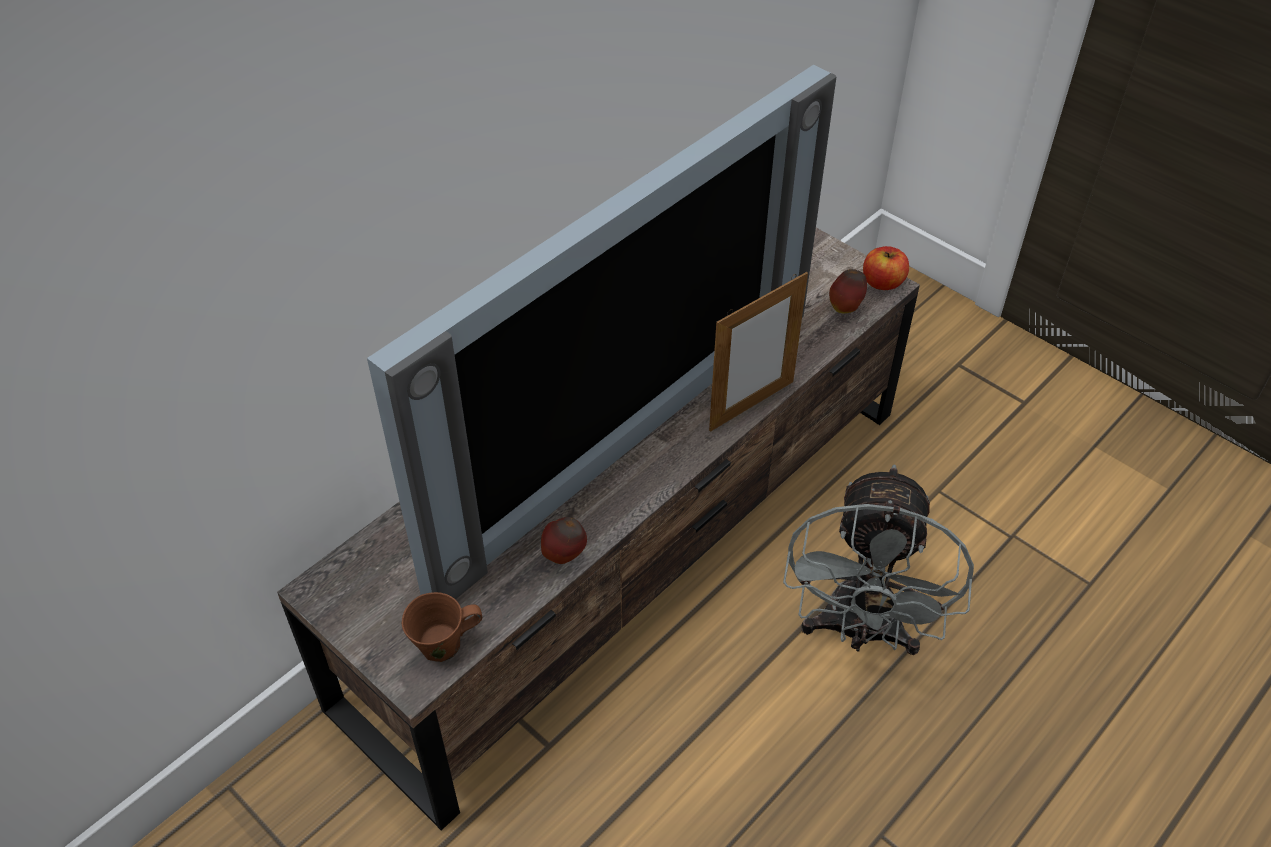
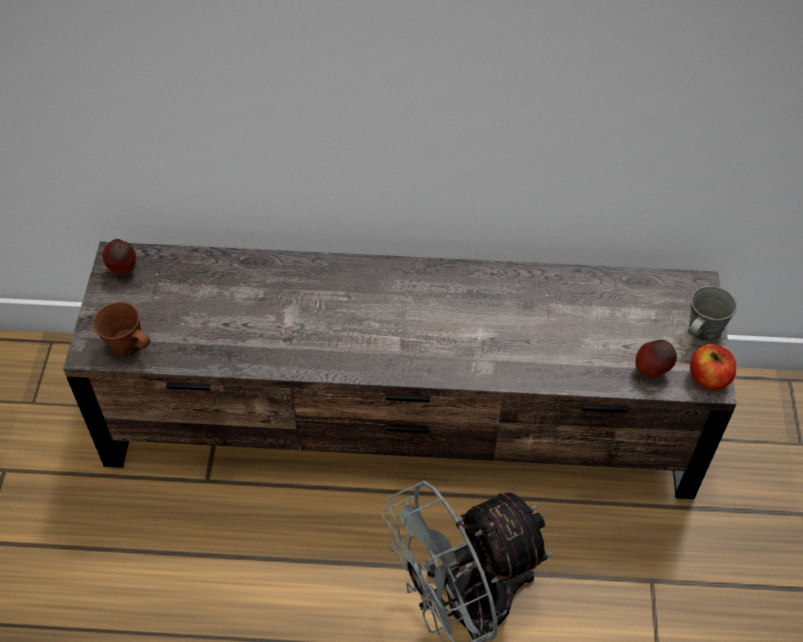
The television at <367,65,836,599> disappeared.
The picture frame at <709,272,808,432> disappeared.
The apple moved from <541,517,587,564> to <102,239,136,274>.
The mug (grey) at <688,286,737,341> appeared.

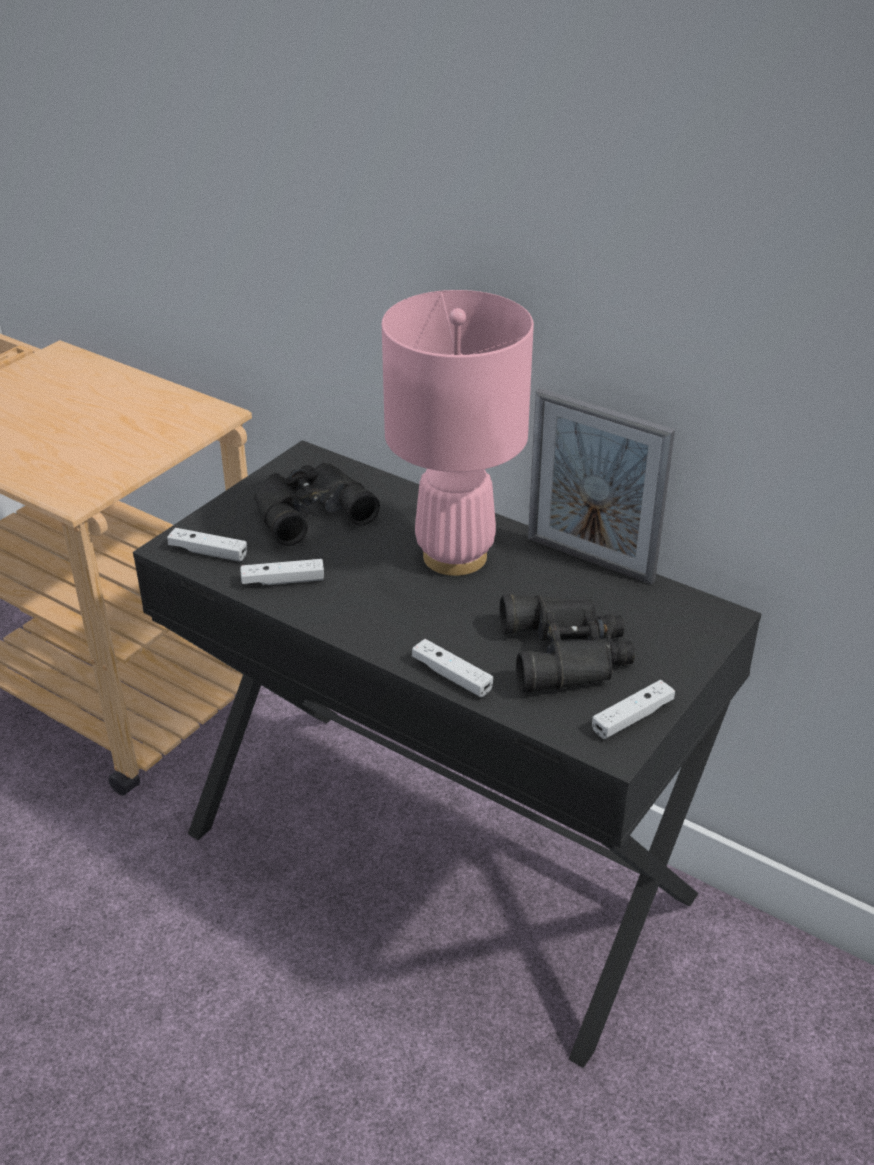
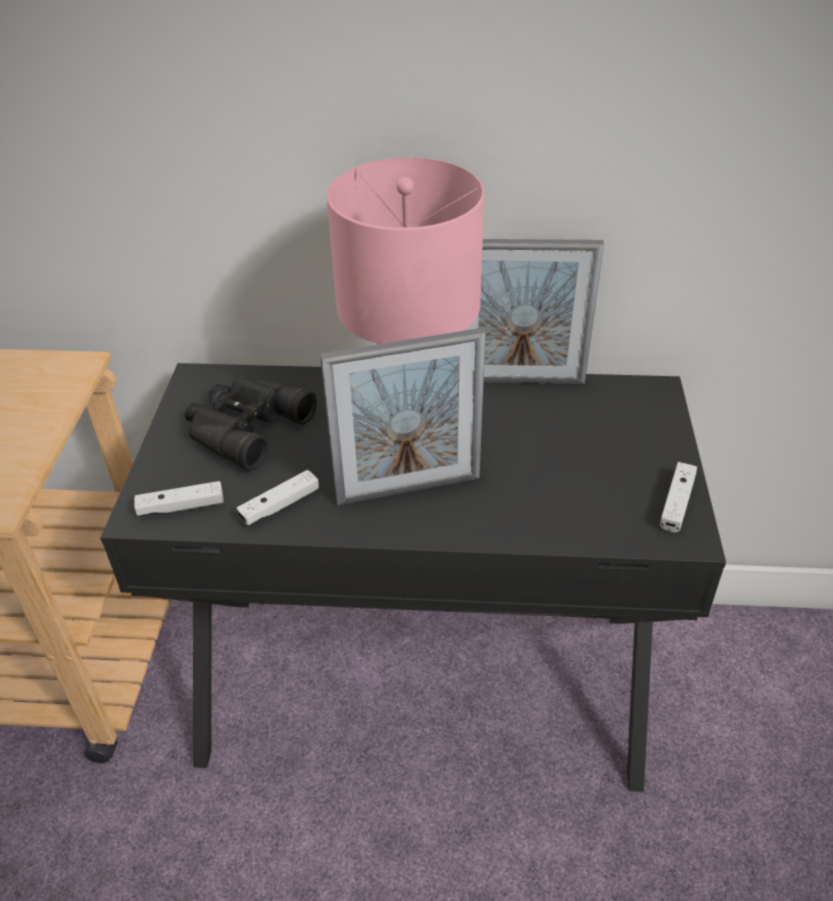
The binoculars (black) at <500,594,635,693> disappeared.
The game controller (white) at <412,639,493,697> disappeared.
The picture frame at <320,328,486,505> appeared.

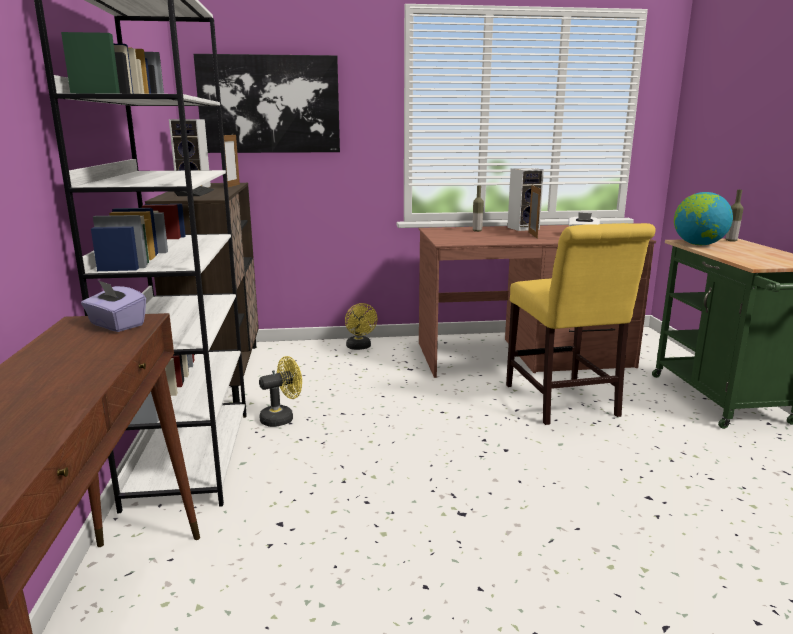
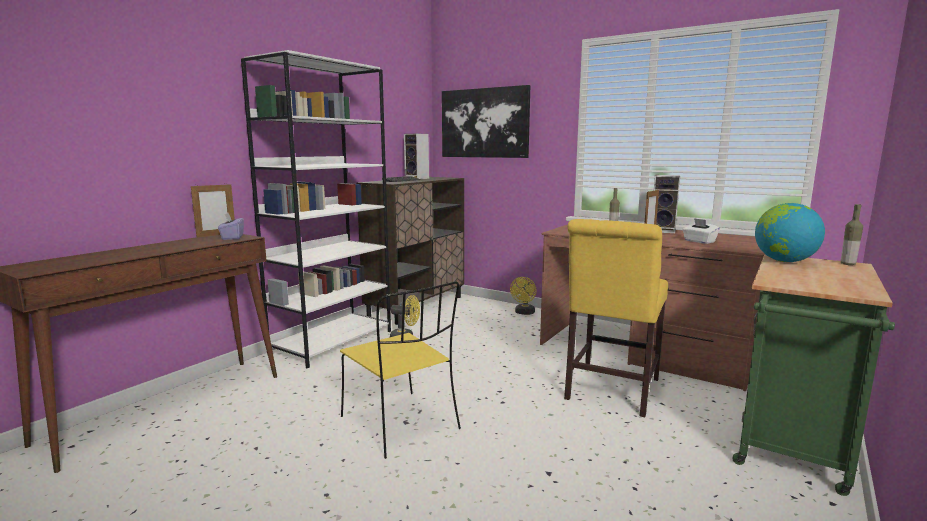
The picture frame moved from <224,133,240,187> to <191,184,235,237>.
The chair (yellow) at <340,281,461,459> appeared.

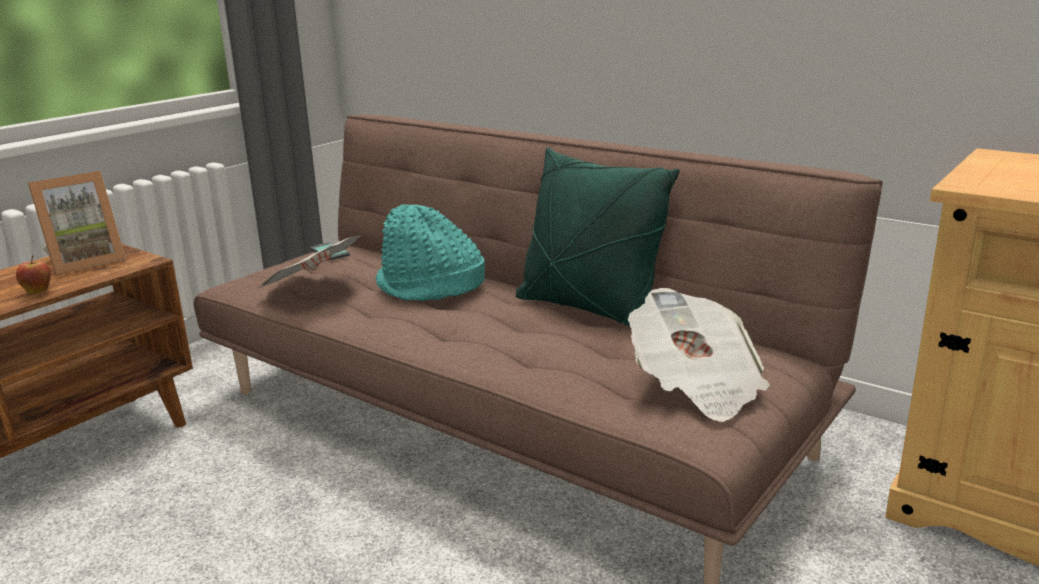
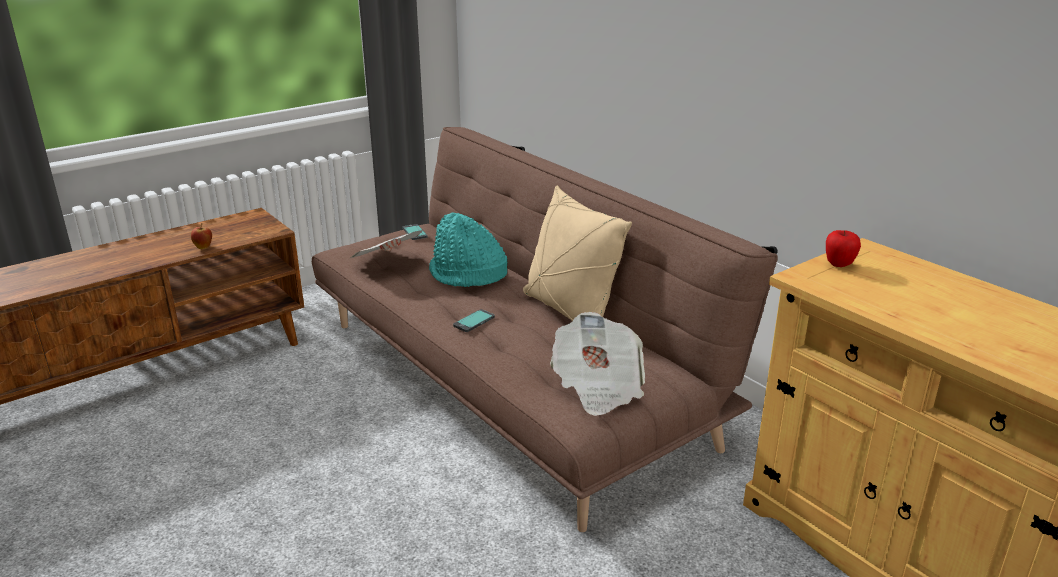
The pillow (green) at <516,147,680,327> became the pillow (beige) at <523,185,632,321>.
The picture frame at <28,171,126,275> disappeared.
The apple at <826,230,861,267> appeared.
The phone at <453,309,495,332> appeared.

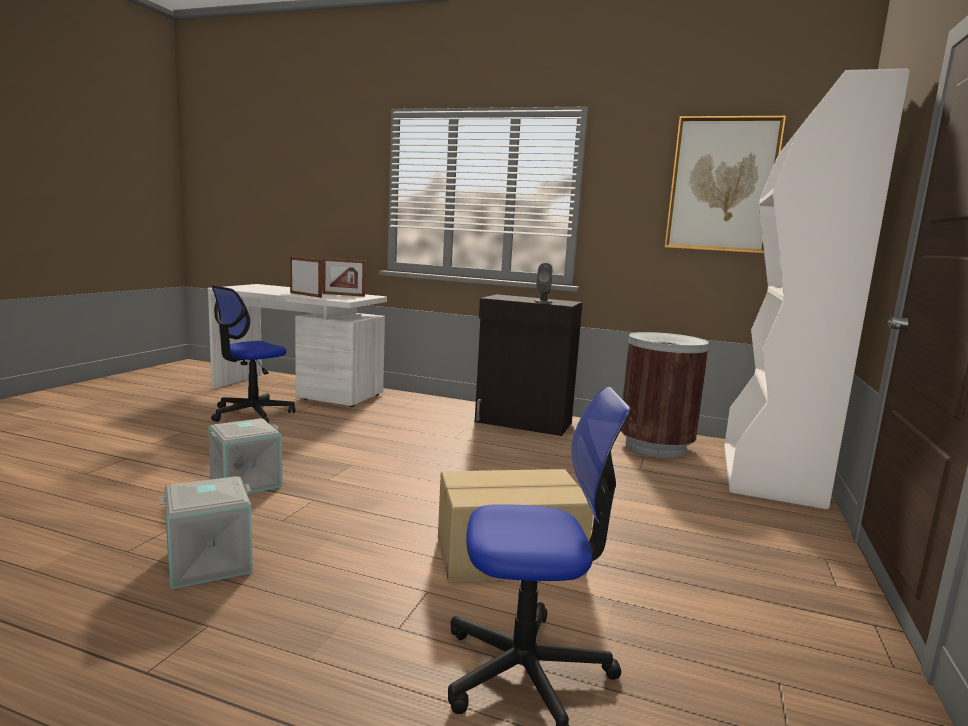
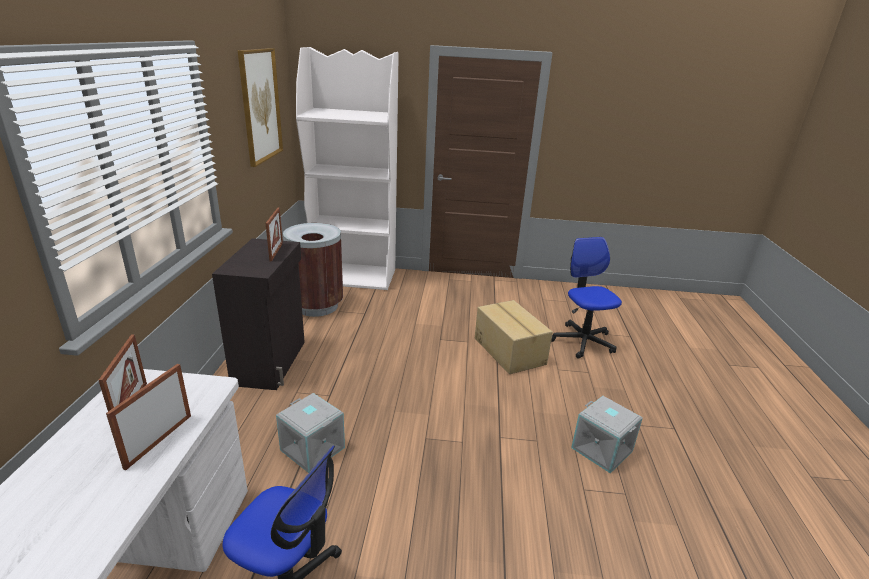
The speaker (grey) at <534,263,553,304> was replaced by the picture frame at <266,207,283,261>.
The storage box (grey) moved from <208,418,282,494> to <276,393,345,473>.

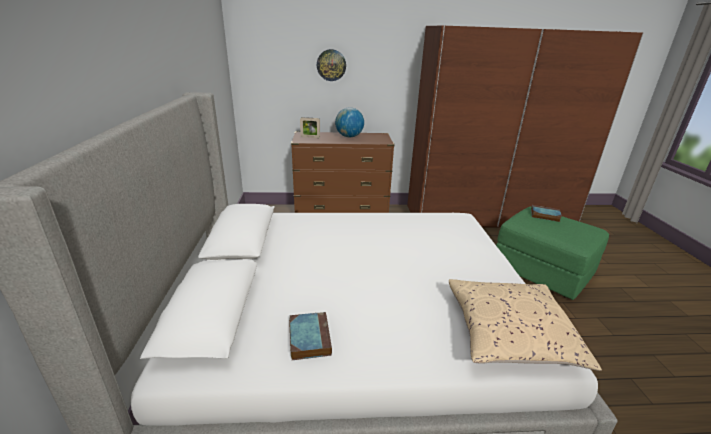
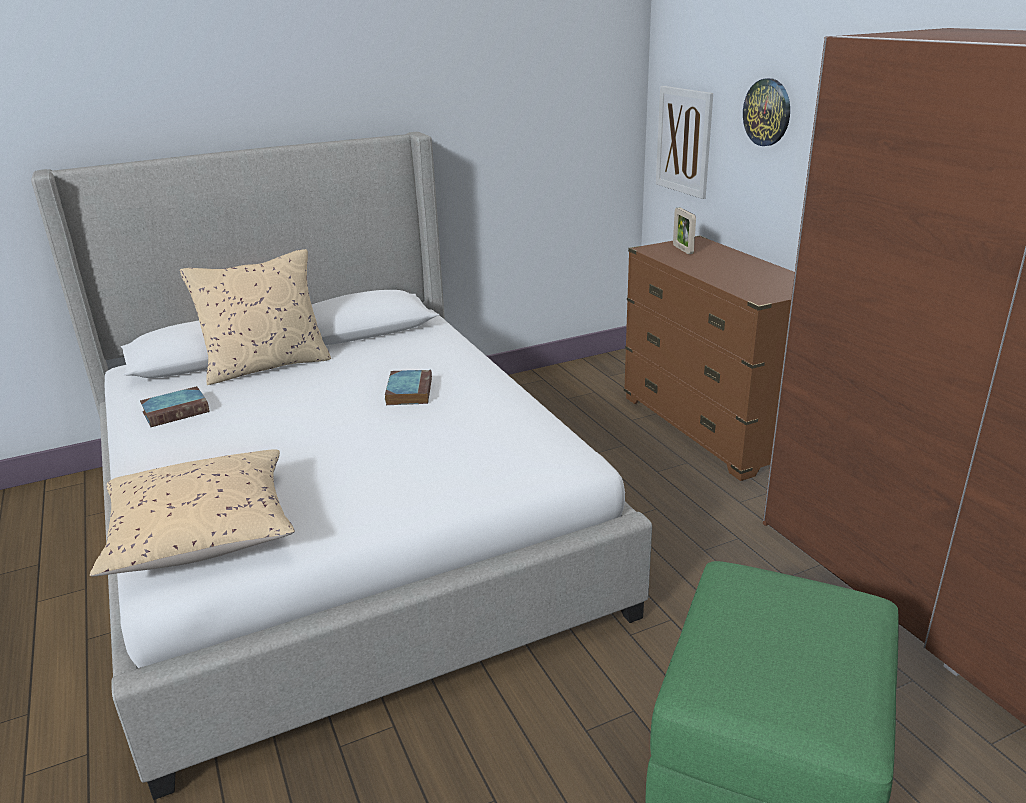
The globe at <335,108,364,137> disappeared.
The book moved from <531,205,562,222> to <385,370,432,405>.
The picture at <656,86,713,199> appeared.
The pillow (beige) at <180,249,331,385> appeared.

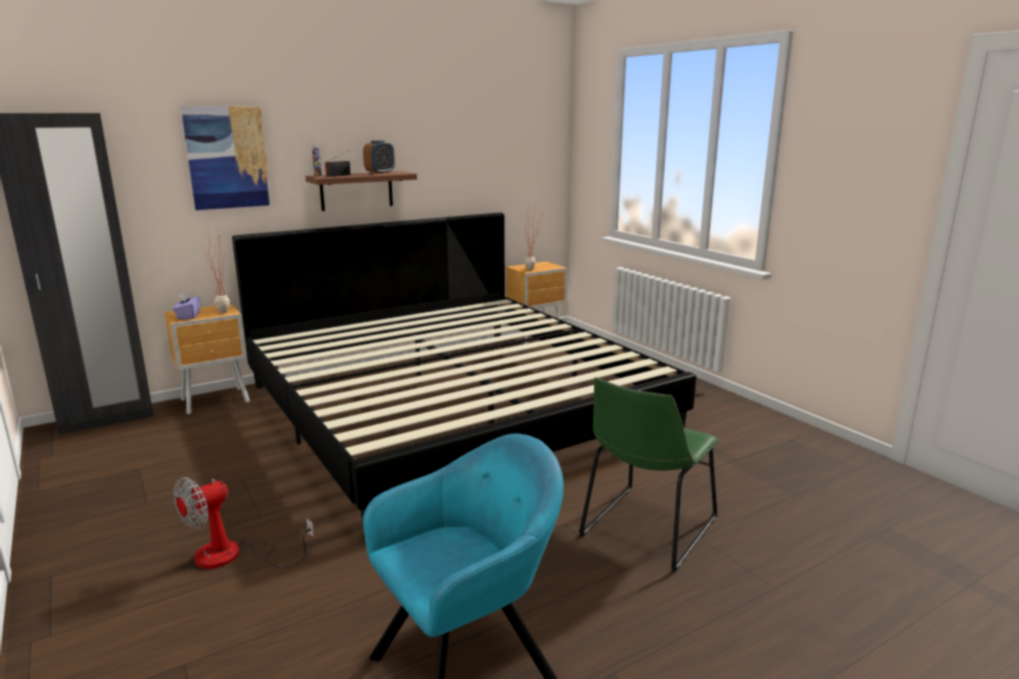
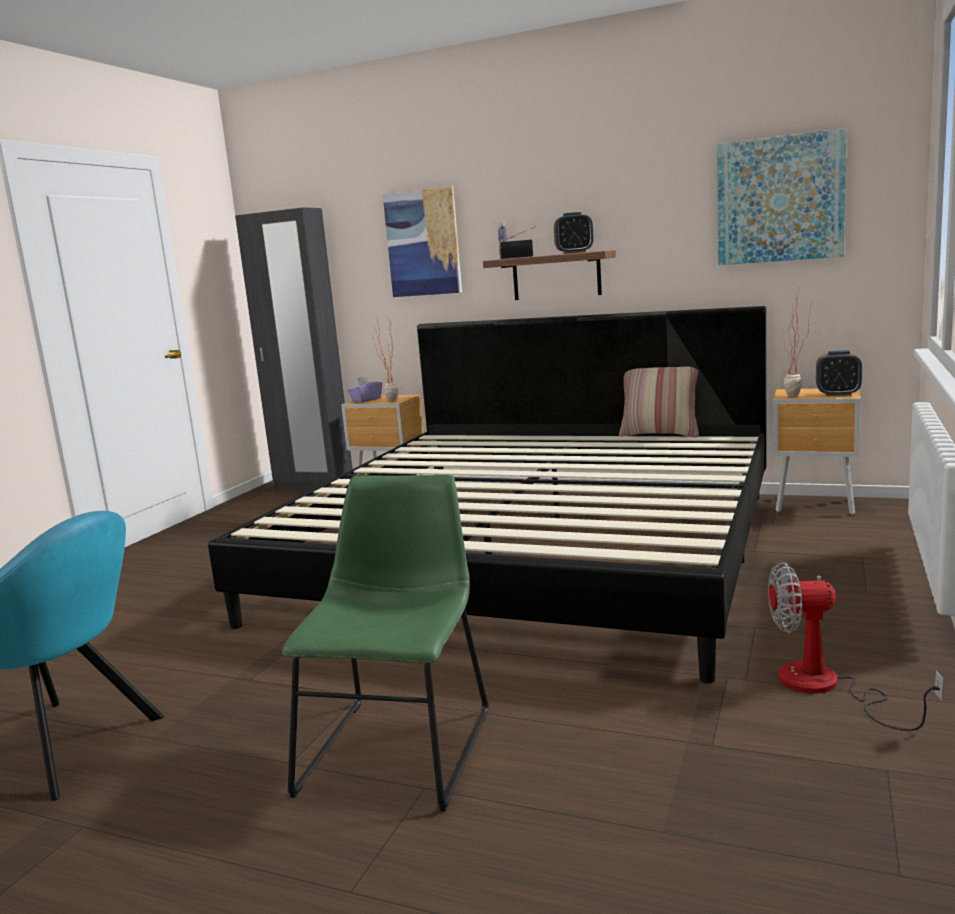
The chair (green) at <579,377,719,572> turned 105 degrees clockwise.
The fan moved from <173,477,314,569> to <768,562,944,731>.
The picture at <717,128,847,265> appeared.
The alarm clock at <816,350,862,396> appeared.
The pillow at <619,367,699,437> appeared.

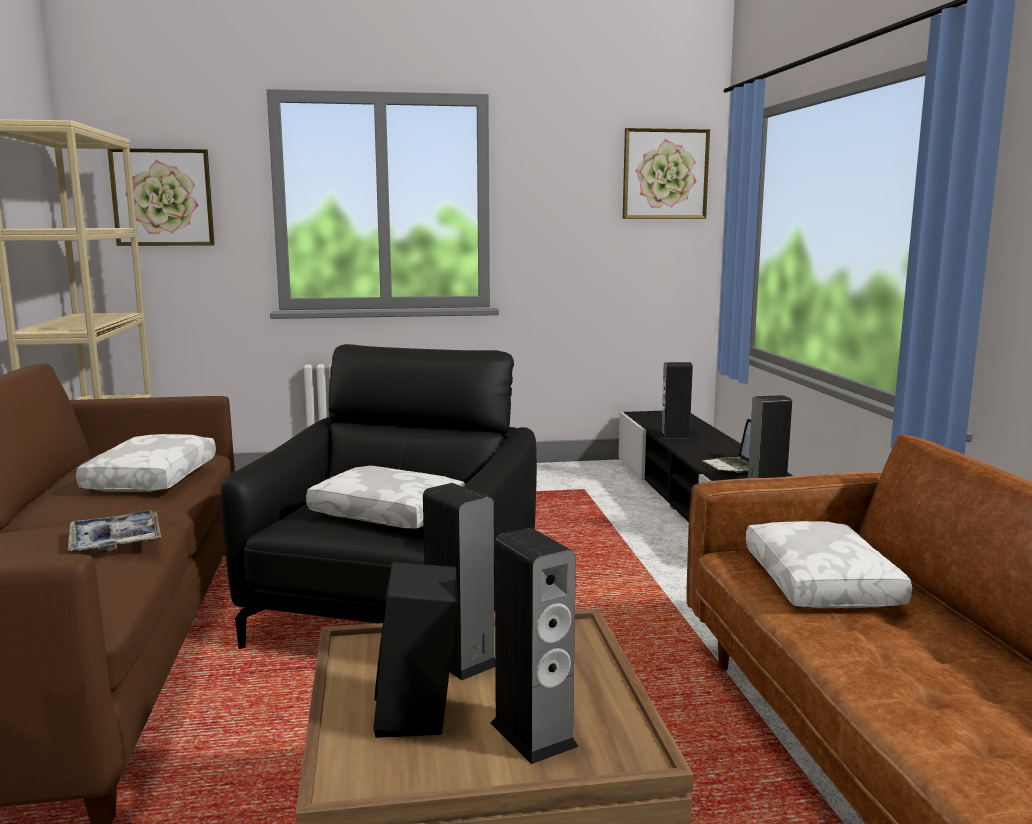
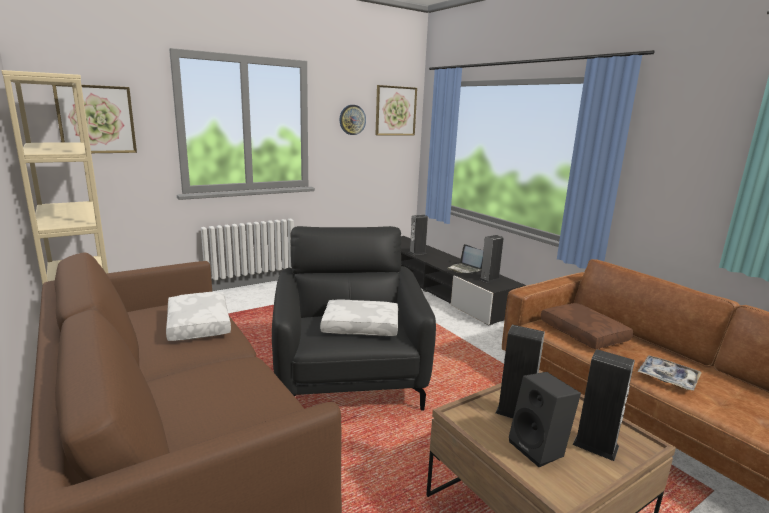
The tray moved from <68,510,161,553> to <637,355,702,391>.
The pillow (white) at <746,521,912,608> became the pillow (brown) at <541,303,633,349>.
The wall clock at <340,105,366,135> appeared.

